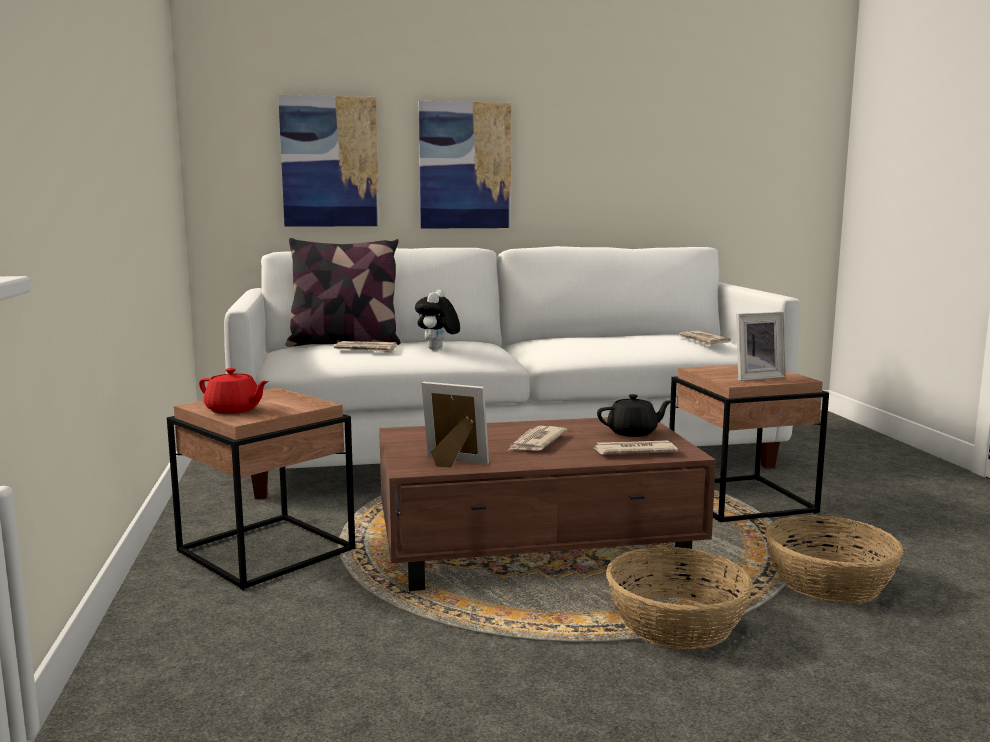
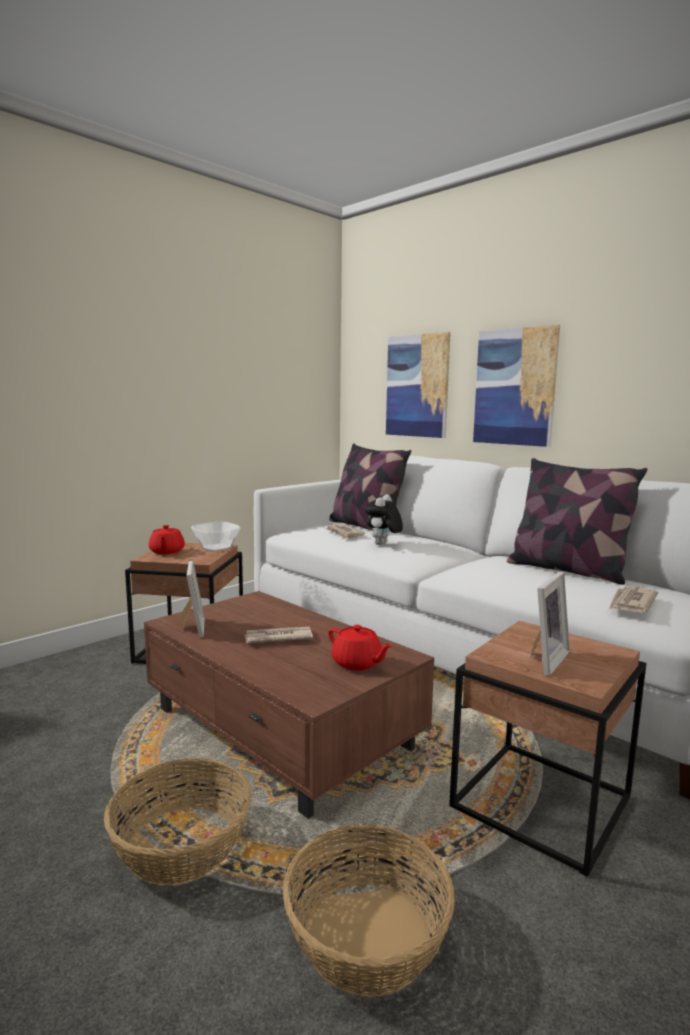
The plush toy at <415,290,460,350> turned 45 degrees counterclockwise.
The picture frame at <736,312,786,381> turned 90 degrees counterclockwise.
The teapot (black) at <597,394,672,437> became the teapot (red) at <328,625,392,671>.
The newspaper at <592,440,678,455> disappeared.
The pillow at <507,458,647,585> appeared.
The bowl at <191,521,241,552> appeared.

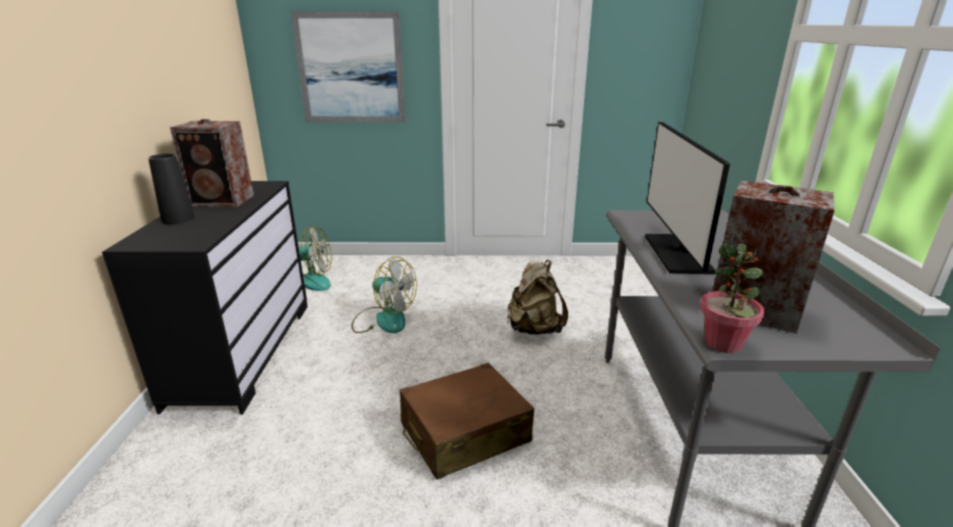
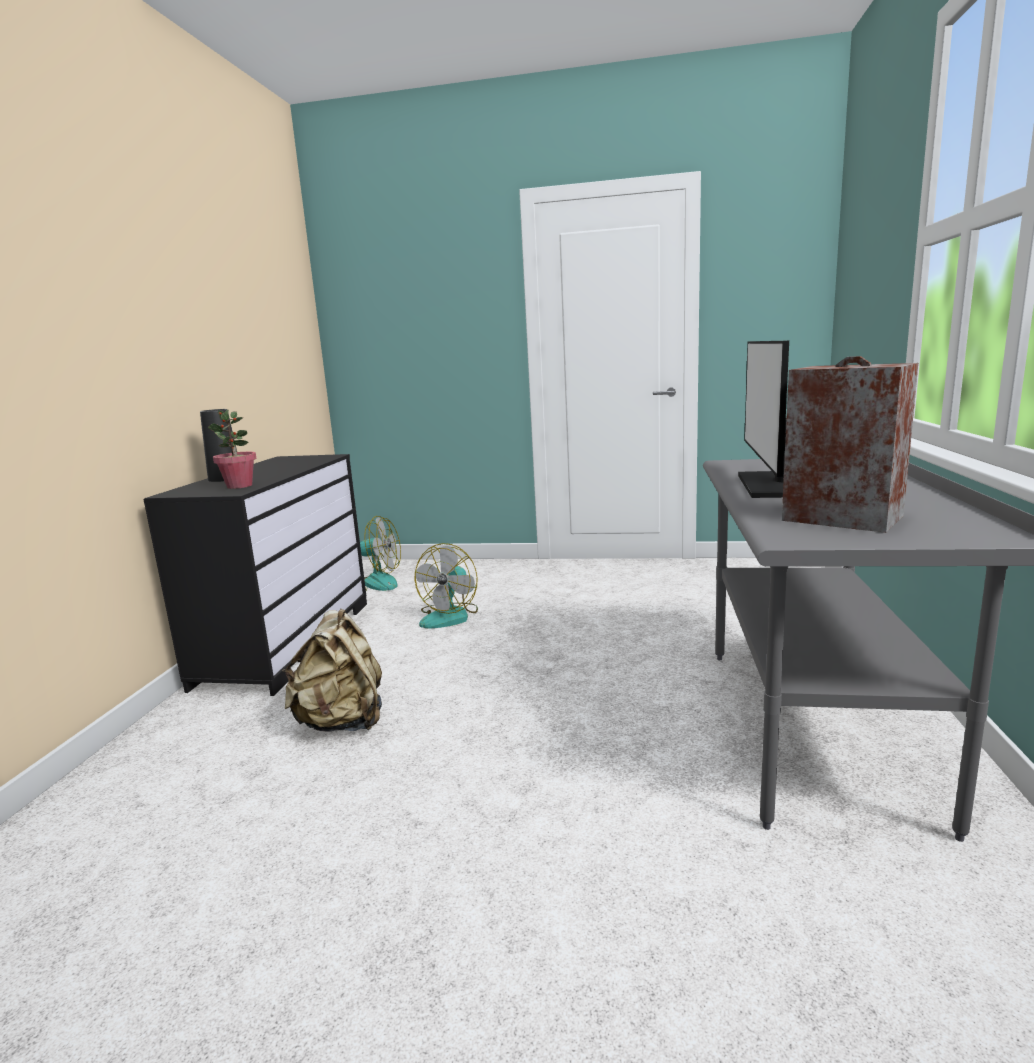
The picture at <290,11,406,122> disappeared.
The speaker at <170,119,254,207> disappeared.
The potted plant moved from <700,243,765,353> to <208,409,257,489>.
The fan at <352,257,417,333> turned 75 degrees clockwise.
The backpack (beige) moved from <507,260,568,335> to <282,609,382,731>.
The suitcase (brown) at <400,363,534,480> disappeared.

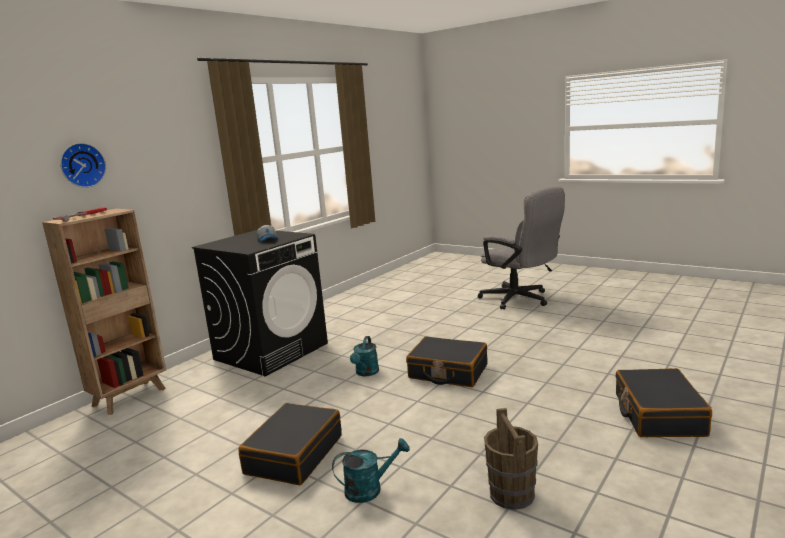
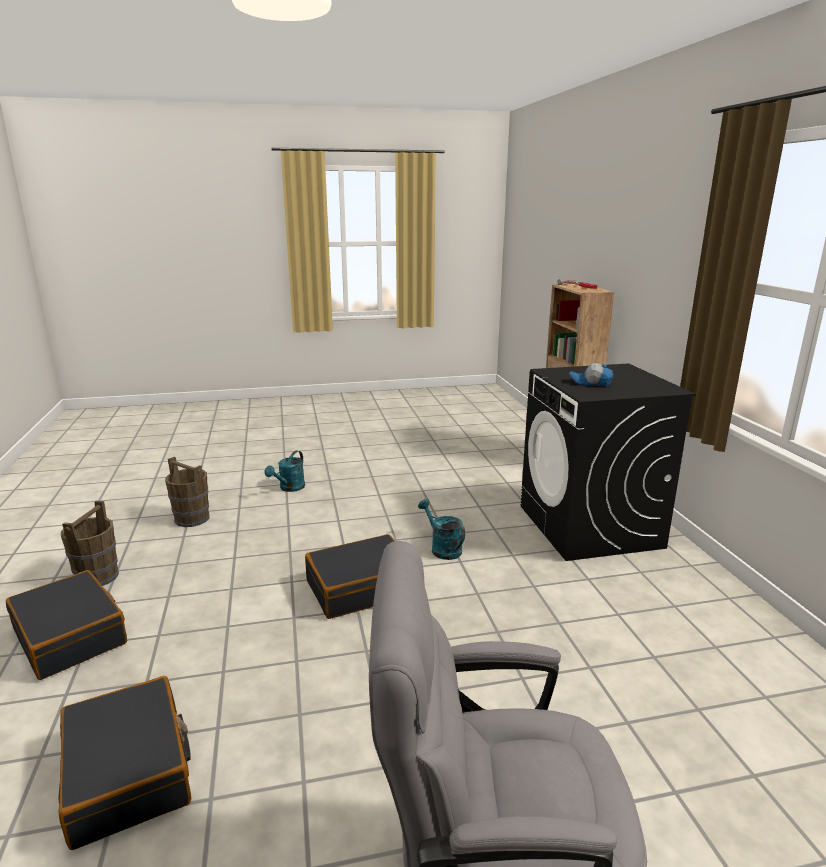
The wall clock at <60,143,106,188> disappeared.
The suitcase (black) moved from <239,403,342,485> to <58,676,191,850>.
The bucket (brown) at <61,501,119,586> appeared.

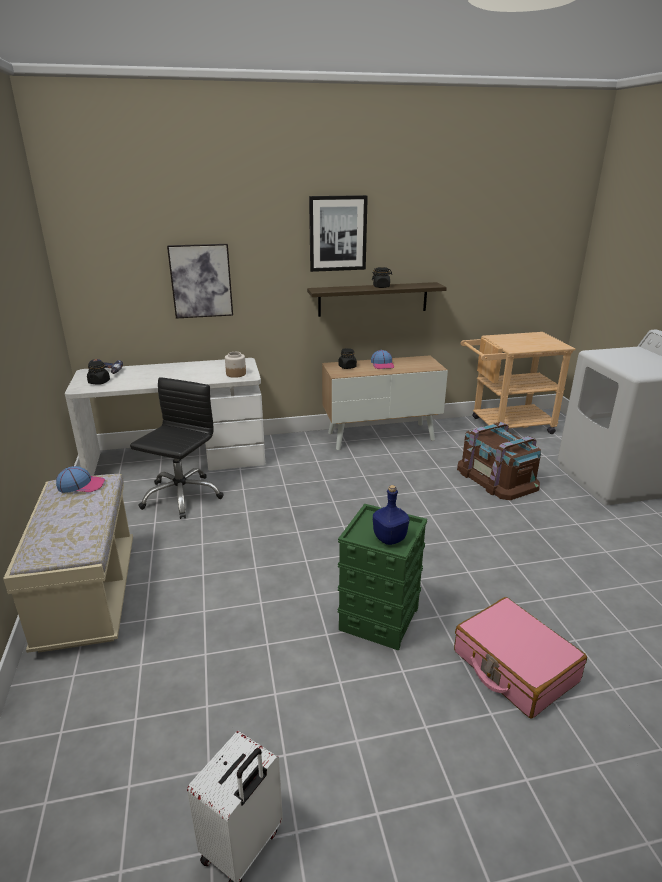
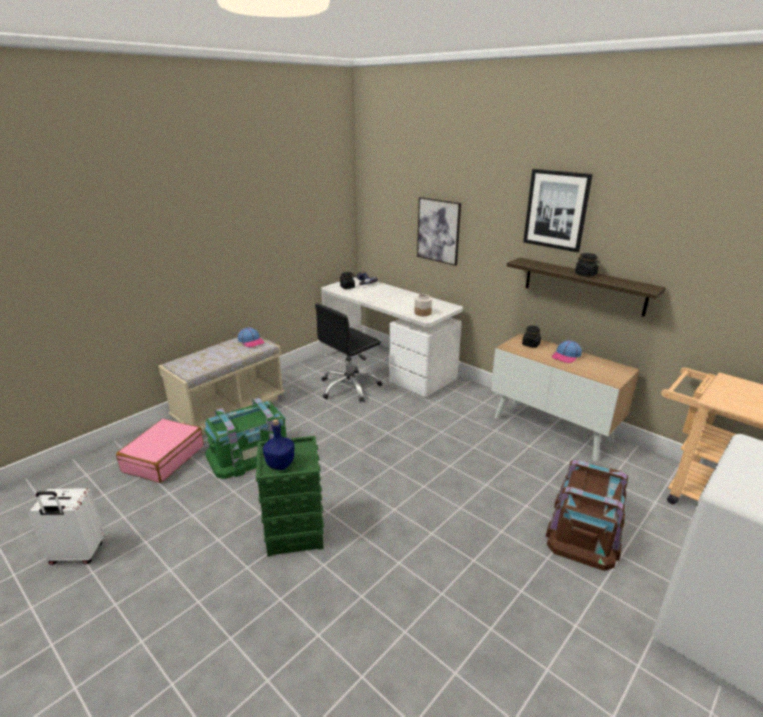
The office chair (black) at <130,377,224,519> turned 150 degrees clockwise.
The suitcase (pink) moved from <454,597,587,719> to <116,419,204,483>.
The storage box (green) at <204,398,287,479> appeared.

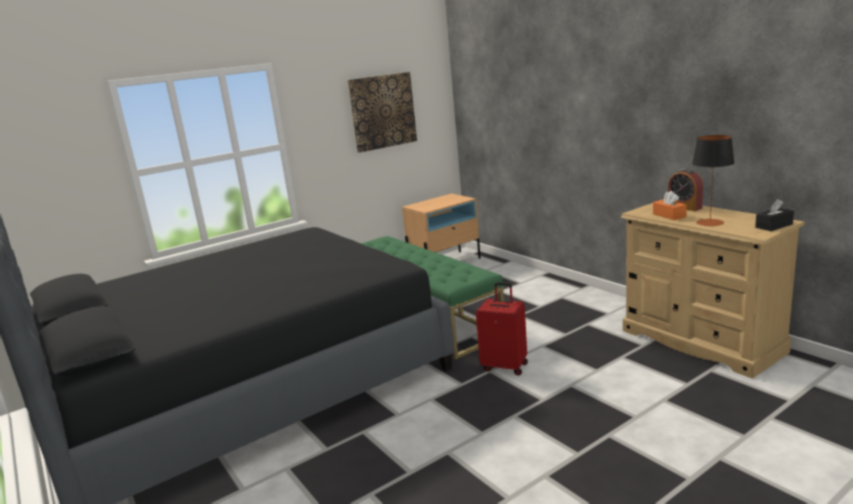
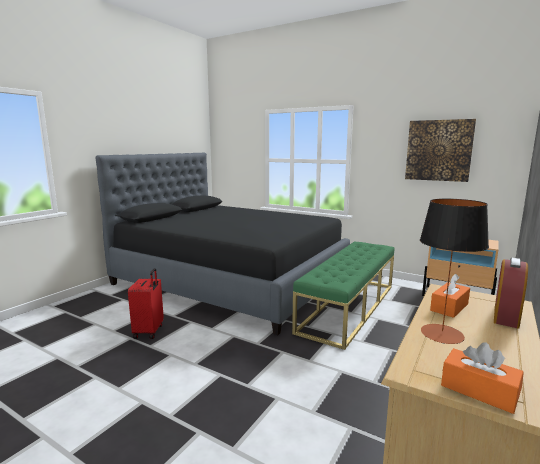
The tissue box (black) at <755,199,794,231> became the tissue box (orange) at <441,342,524,414>.
The suitcase (red) moved from <476,282,528,376> to <128,268,164,339>.

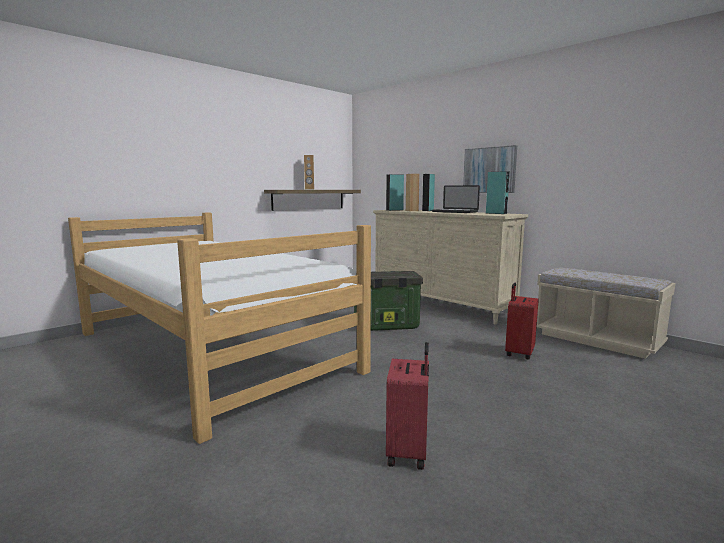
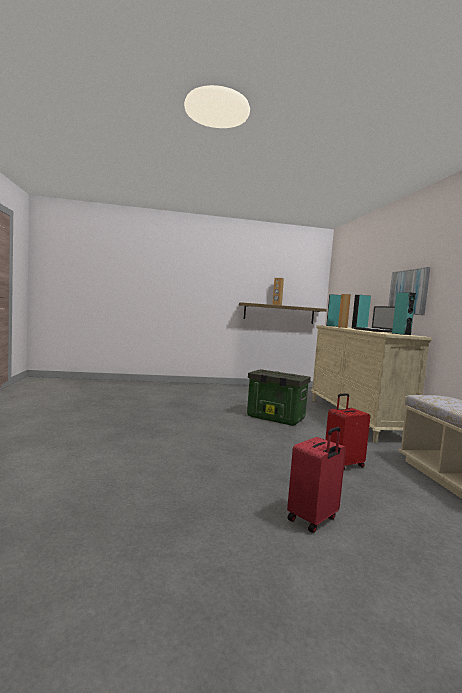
The bed at <68,212,371,444> disappeared.
The suitcase (red) moved from <386,342,429,470> to <287,427,346,533>.

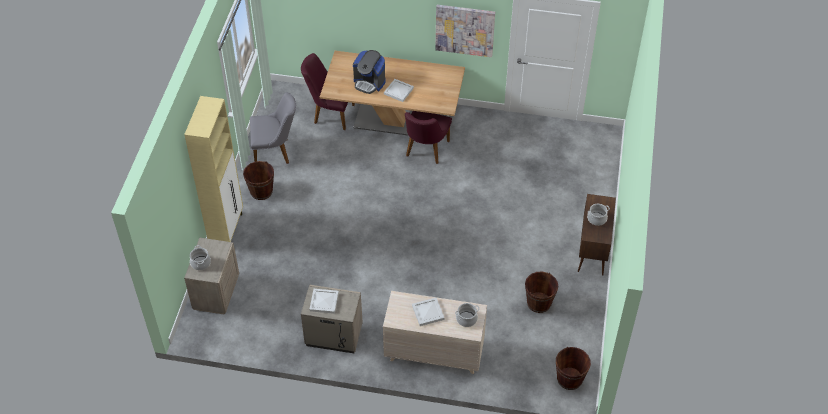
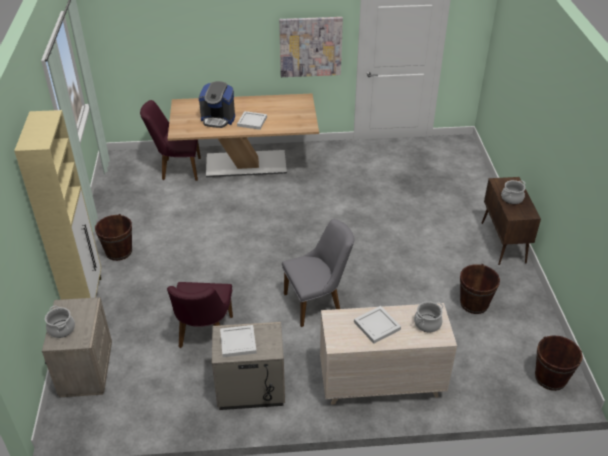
The chair (grey) moved from <250,92,296,164> to <282,219,354,327>.
The chair (purple) moved from <405,111,452,164> to <167,282,233,348>.

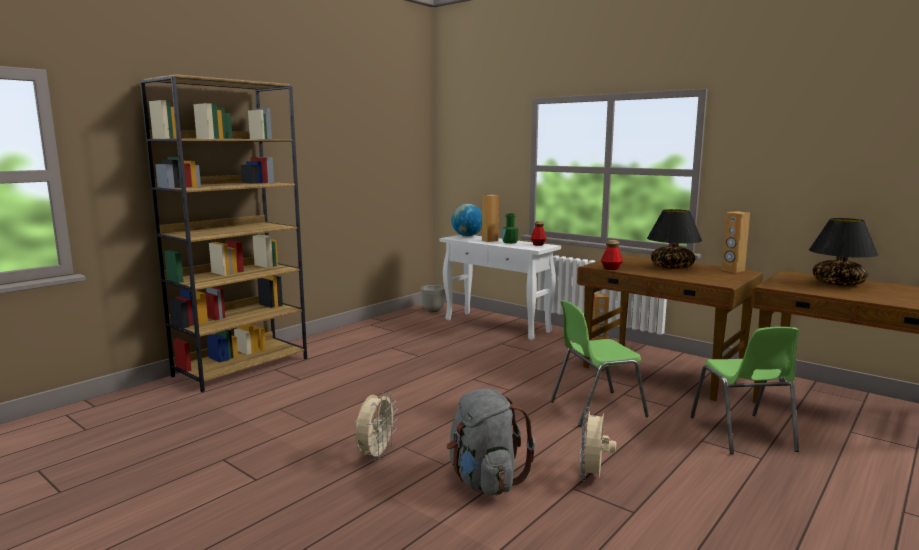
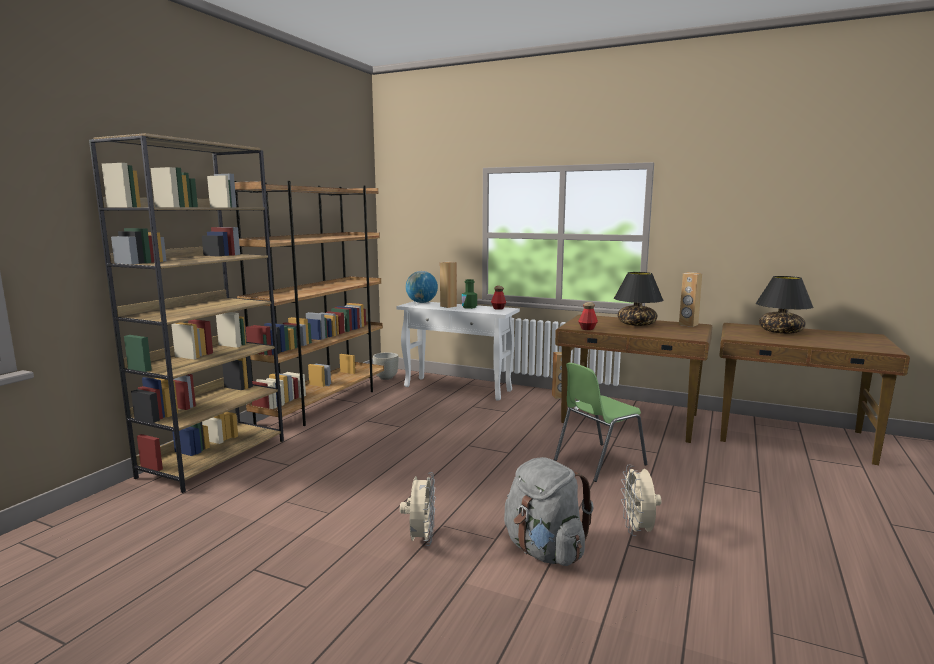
The chair (green) at <690,327,799,454> disappeared.
The bookcase (brown) at <234,181,384,426> appeared.

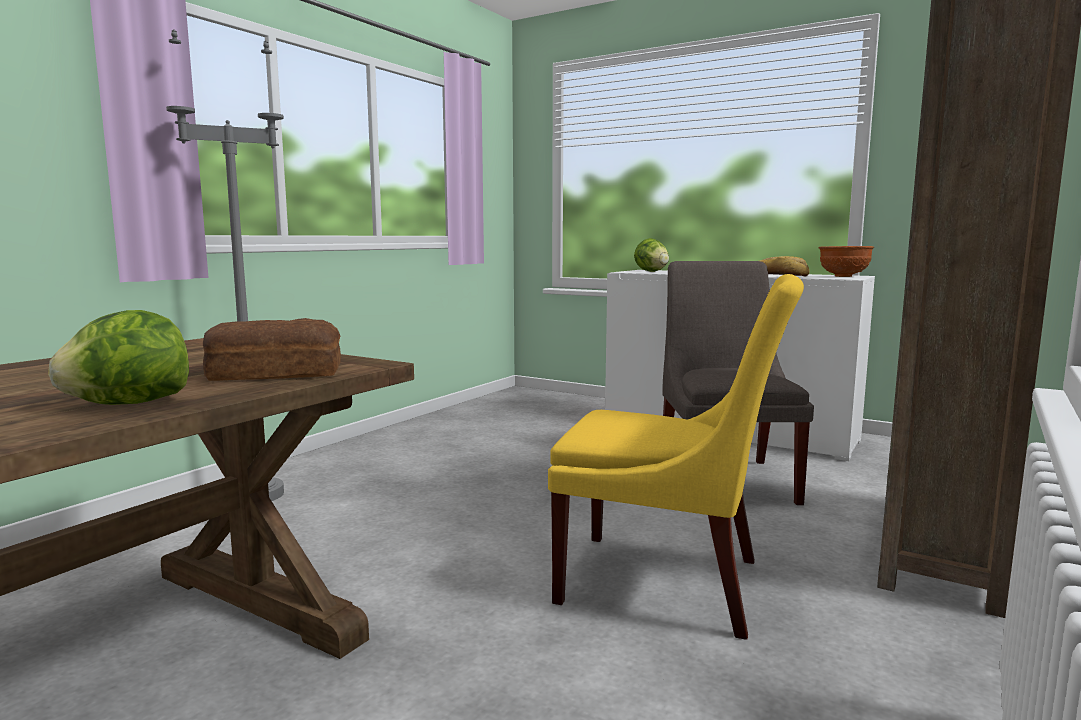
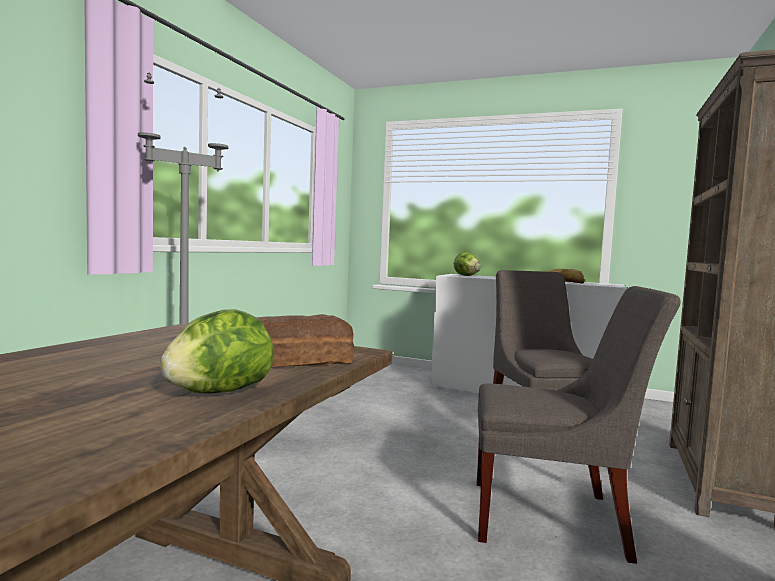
The bowl (brown) at <818,246,874,277> disappeared.
The chair (yellow) at <548,274,804,640> became the chair (grey) at <477,286,681,564>.

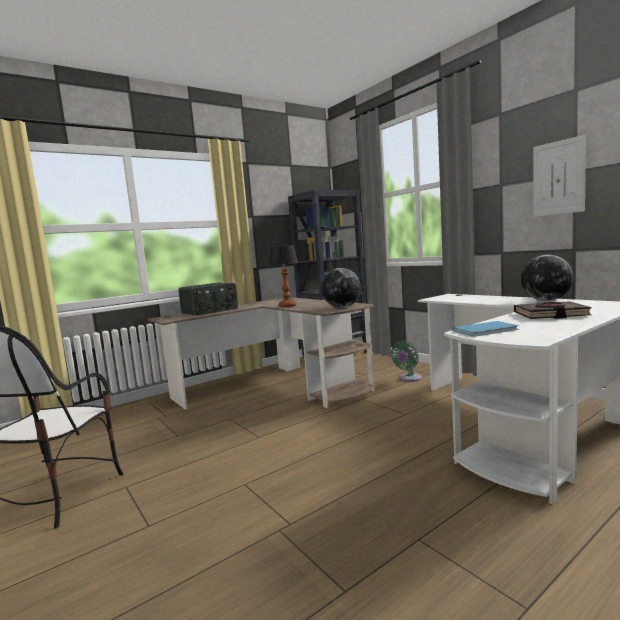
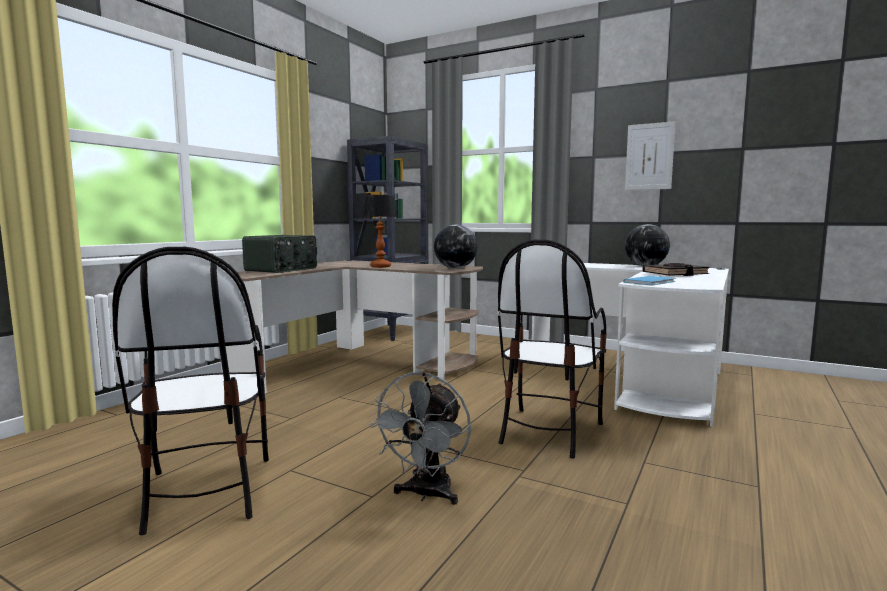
The fan (green) at <391,341,422,382> disappeared.
The chair at <497,239,607,459> appeared.
The fan (grey) at <369,372,471,505> appeared.

